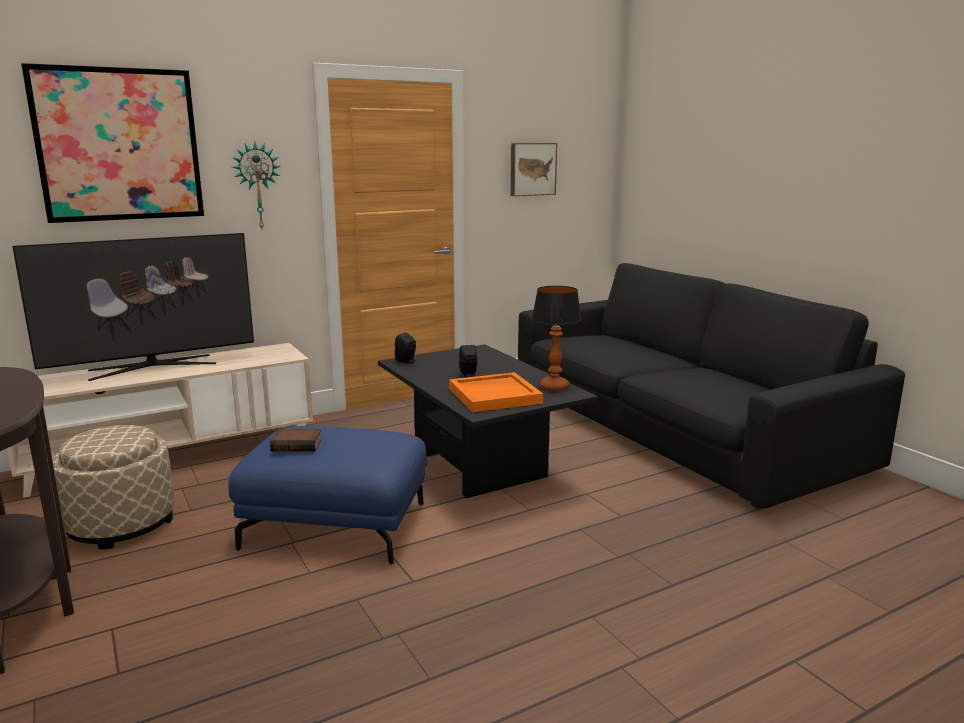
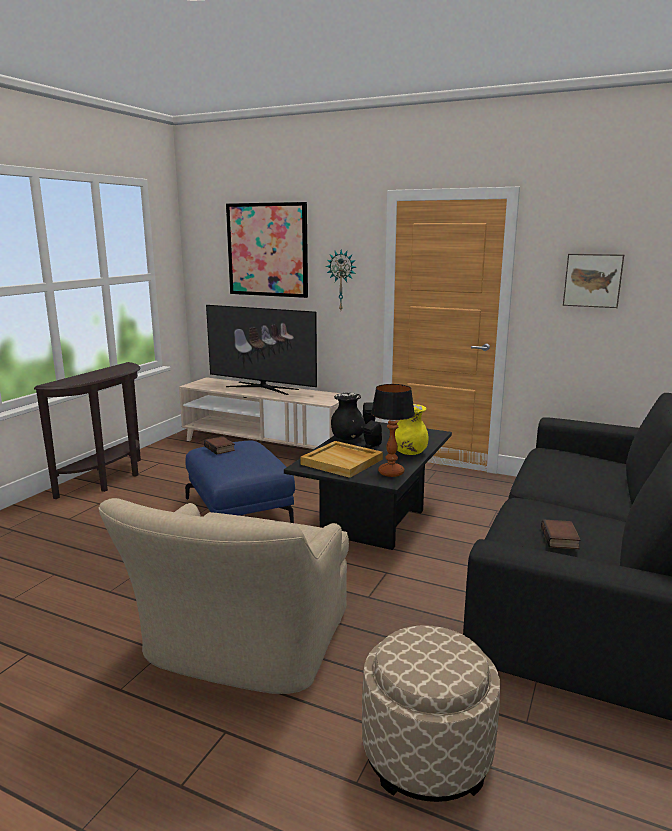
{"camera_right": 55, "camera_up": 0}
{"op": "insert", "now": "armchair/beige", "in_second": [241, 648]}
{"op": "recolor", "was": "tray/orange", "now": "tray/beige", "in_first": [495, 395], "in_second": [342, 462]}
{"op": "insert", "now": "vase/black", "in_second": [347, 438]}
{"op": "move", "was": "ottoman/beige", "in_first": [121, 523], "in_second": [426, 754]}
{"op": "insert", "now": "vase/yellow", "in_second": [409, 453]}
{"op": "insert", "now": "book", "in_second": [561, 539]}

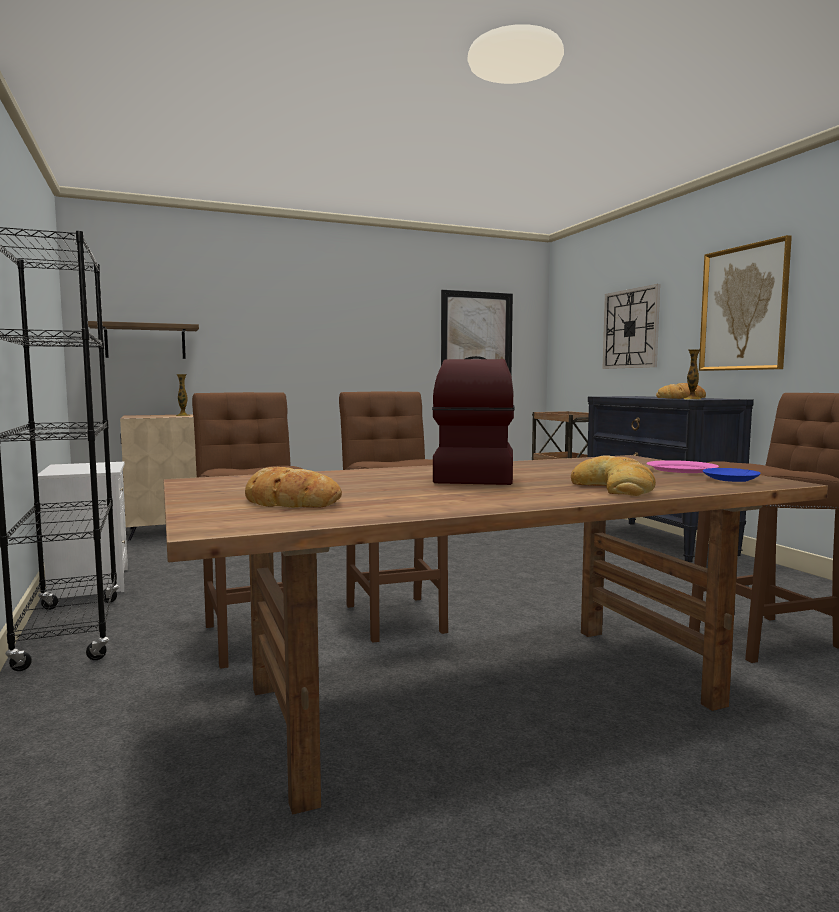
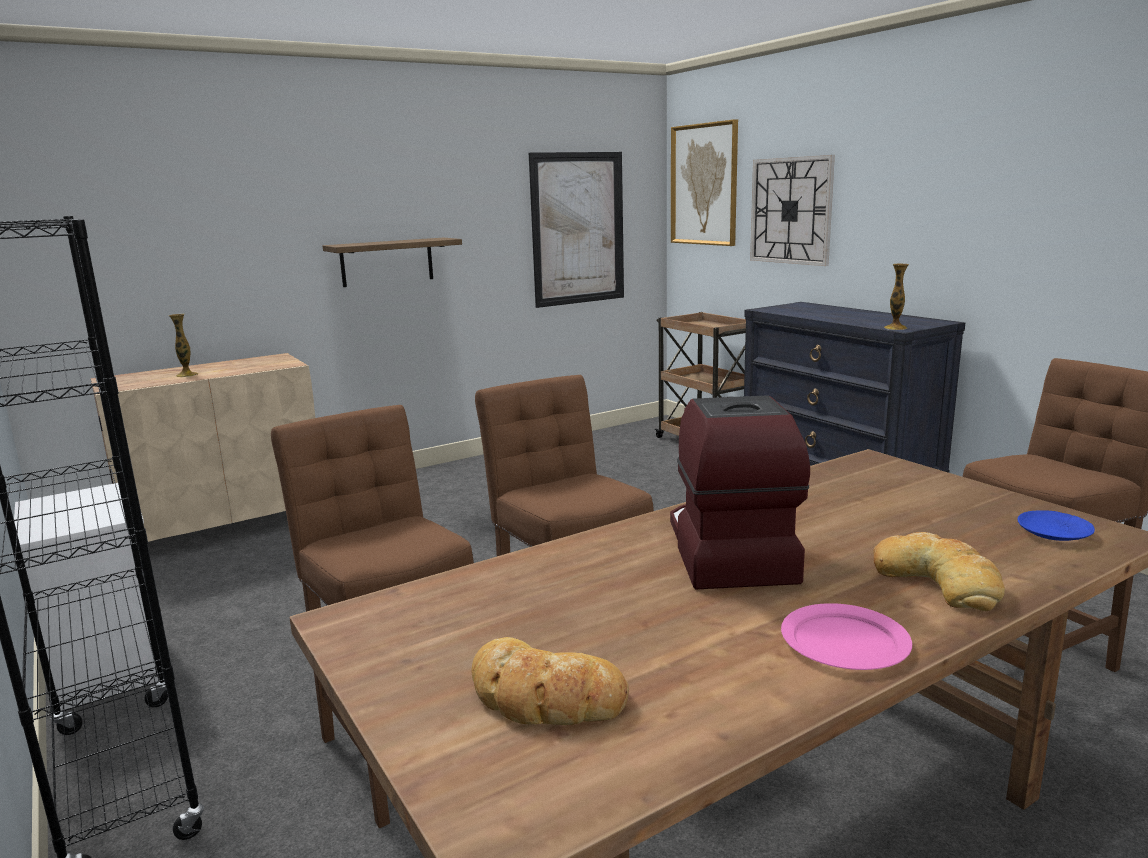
{"camera_right": -10, "camera_up": 10}
{"op": "move", "was": "shelf", "in_first": [145, 341], "in_second": [387, 262]}
{"op": "move", "was": "picture", "in_first": [743, 308], "in_second": [704, 184]}
{"op": "move", "was": "plate/pink", "in_first": [682, 469], "in_second": [845, 642]}
{"op": "delete", "was": "bread", "in_first": [682, 398]}

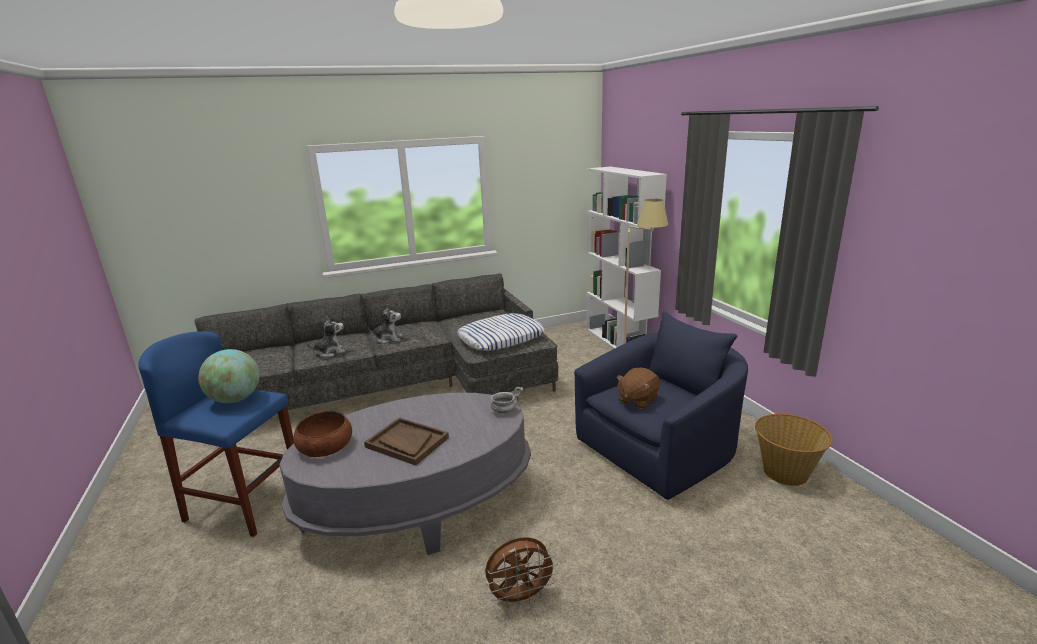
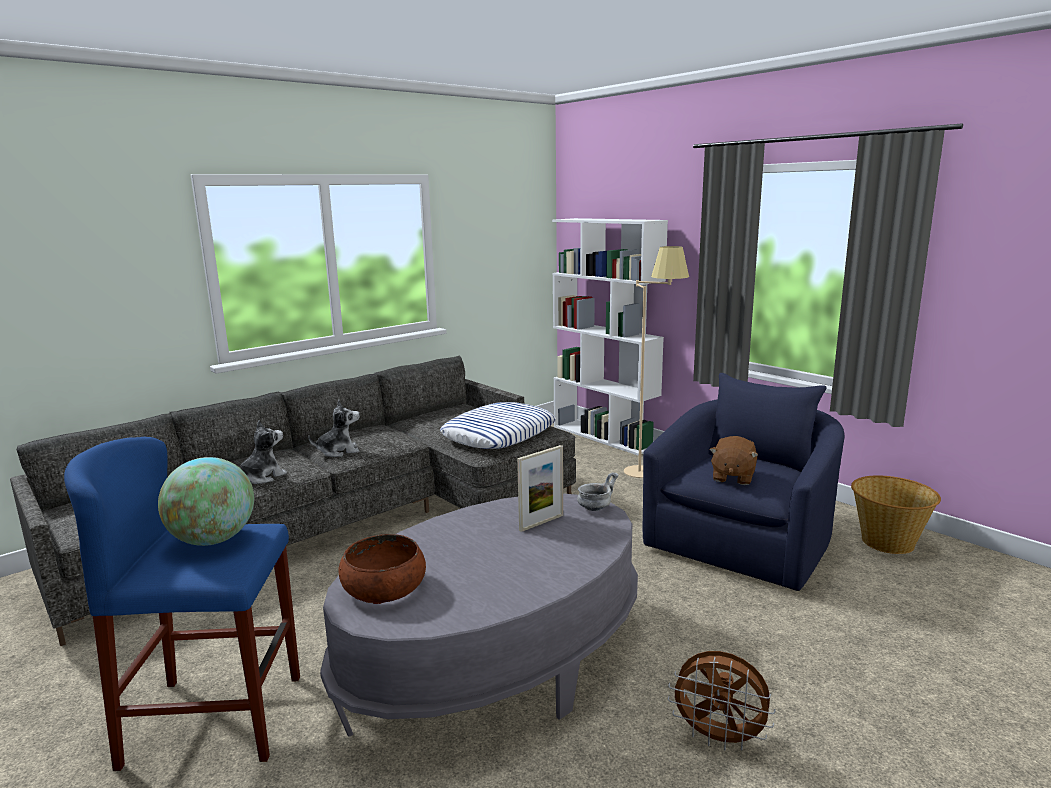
{"camera_right": -20, "camera_up": -5}
{"op": "insert", "now": "picture frame", "in_second": [541, 522]}
{"op": "rotate", "was": "fan/brown", "in_first": [520, 597], "in_second": [719, 738], "clockwise": 60}
{"op": "delete", "was": "tray/brown", "in_first": [407, 442]}

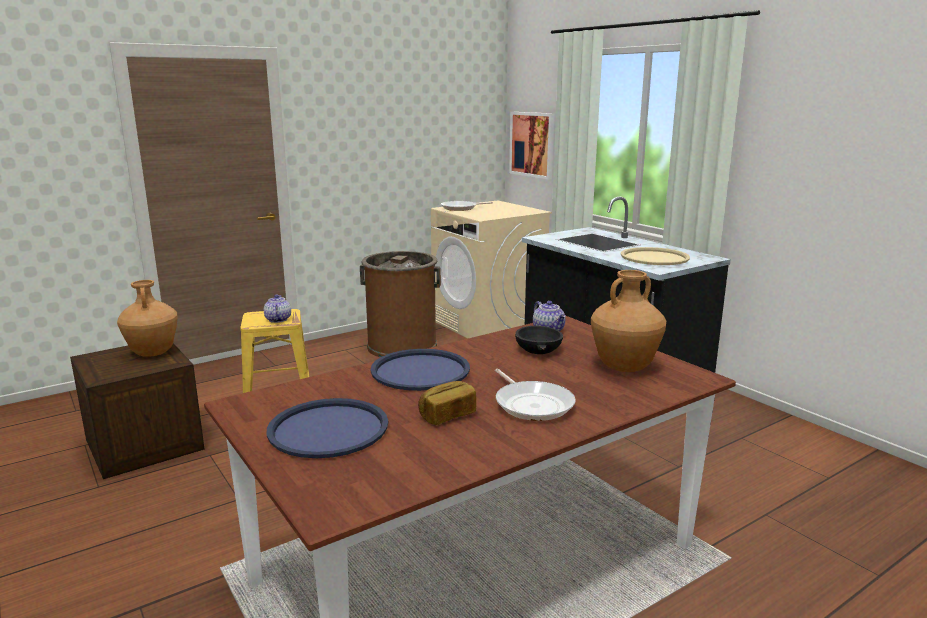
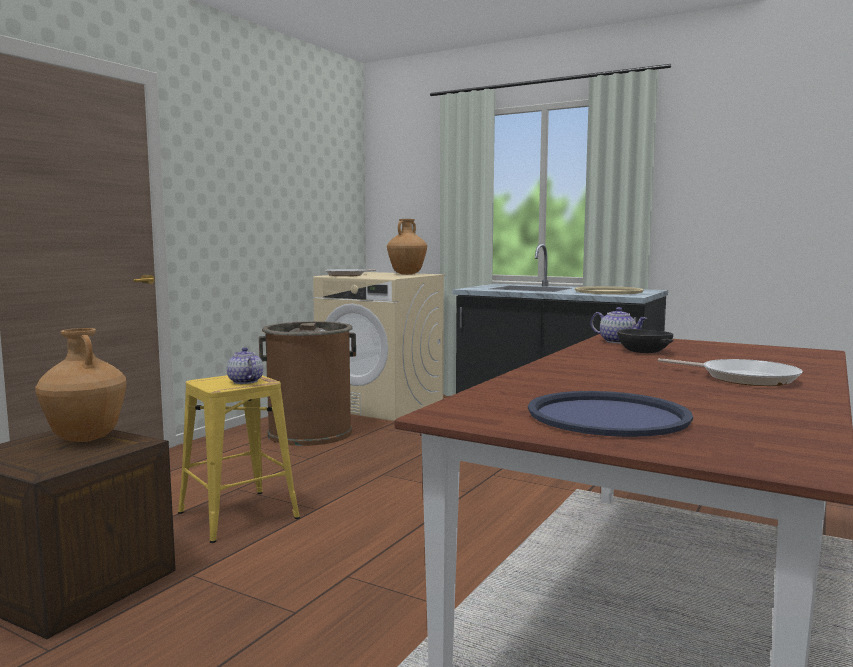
{"camera_right": -25, "camera_up": -10}
{"op": "move", "was": "vase/brown", "in_first": [625, 367], "in_second": [407, 274]}
{"op": "delete", "was": "tray/blue", "in_first": [420, 371]}
{"op": "delete", "was": "bread", "in_first": [447, 415]}
{"op": "delete", "was": "picture", "in_first": [532, 144]}

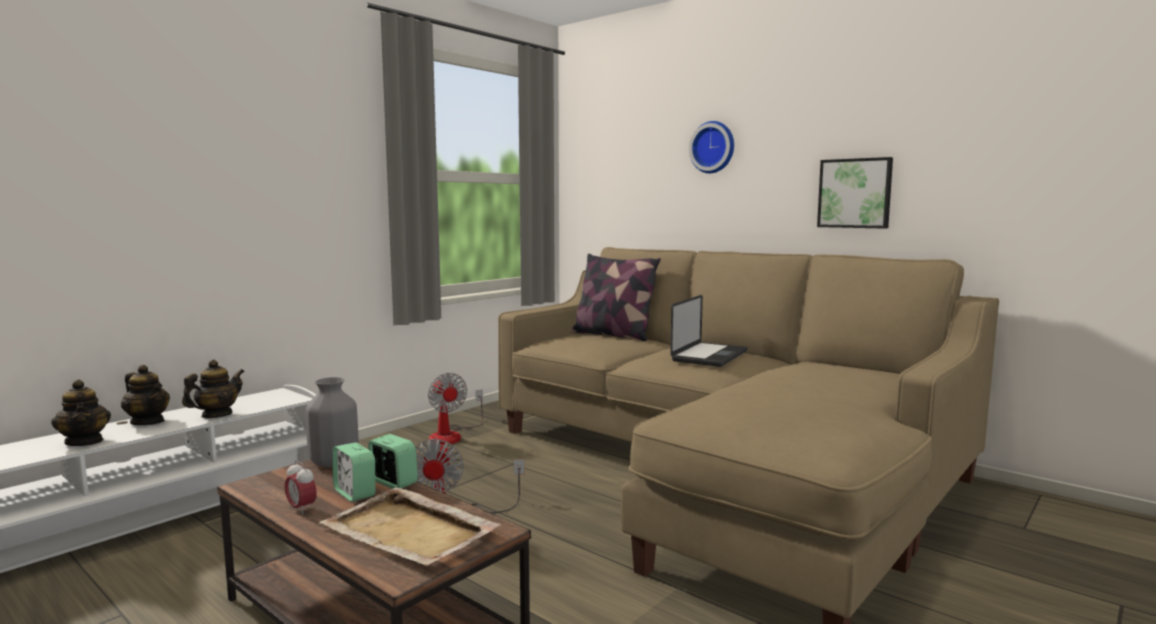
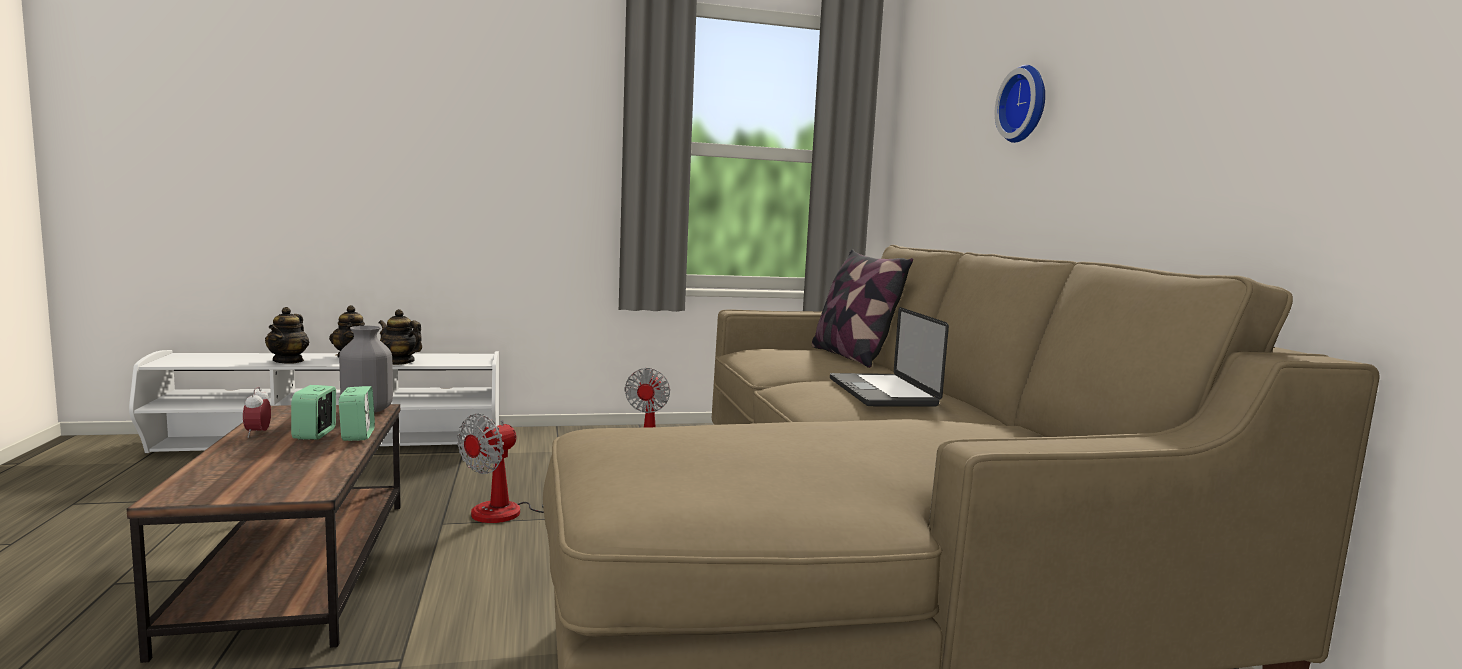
{"camera_right": 35, "camera_up": 0}
{"op": "rotate", "was": "teapot", "in_first": [216, 415], "in_second": [400, 362], "clockwise": -135}
{"op": "rotate", "was": "laptop", "in_first": [710, 356], "in_second": [882, 392], "clockwise": 105}
{"op": "delete", "was": "tray/beige", "in_first": [410, 531]}
{"op": "delete", "was": "picture", "in_first": [855, 193]}

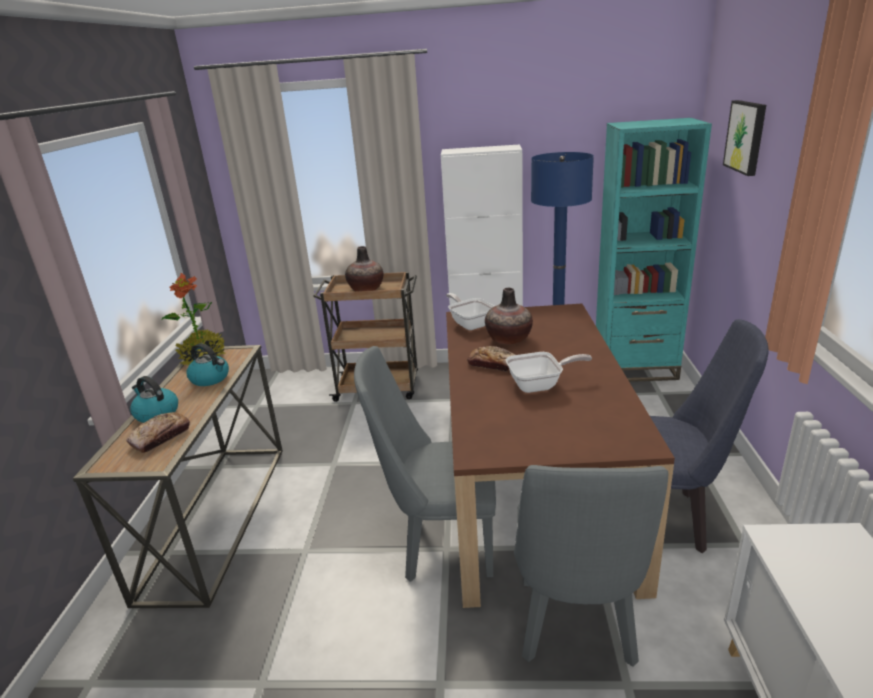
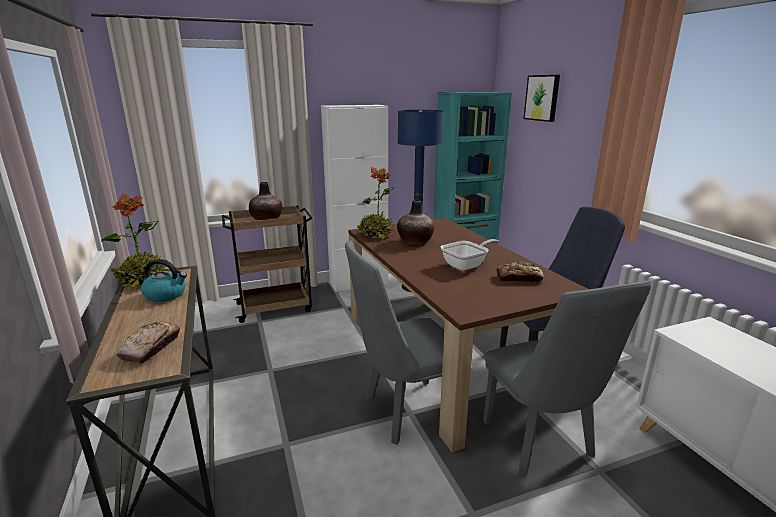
{"camera_right": -25, "camera_up": -5}
{"op": "replace", "was": "frying pan", "now": "potted plant", "in_first": [470, 323], "in_second": [375, 235]}
{"op": "move", "was": "bread", "in_first": [493, 364], "in_second": [519, 278]}
{"op": "delete", "was": "kettle", "in_first": [156, 414]}

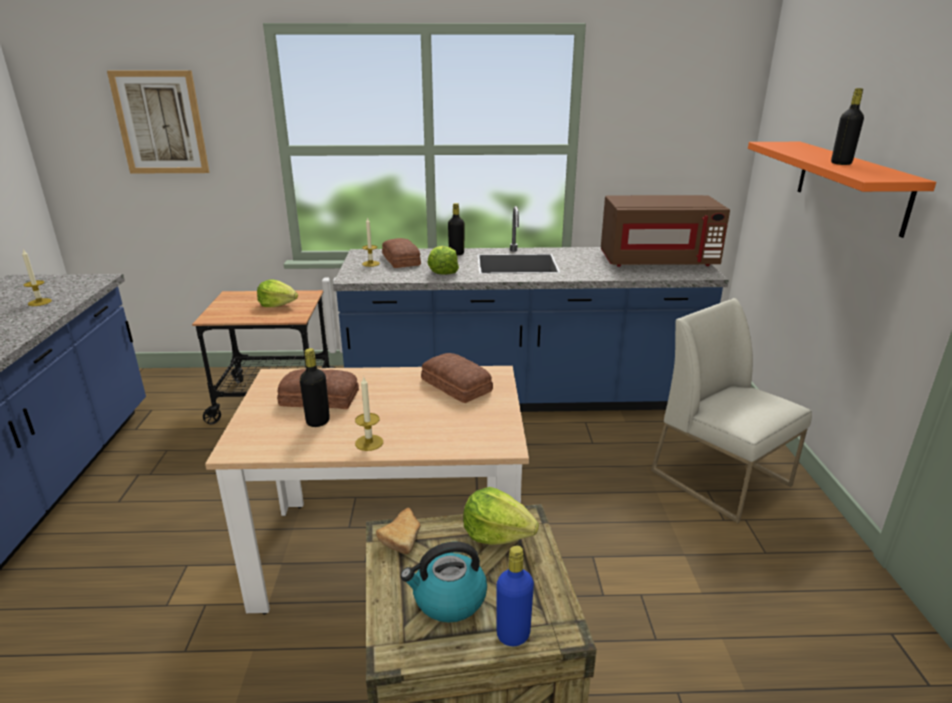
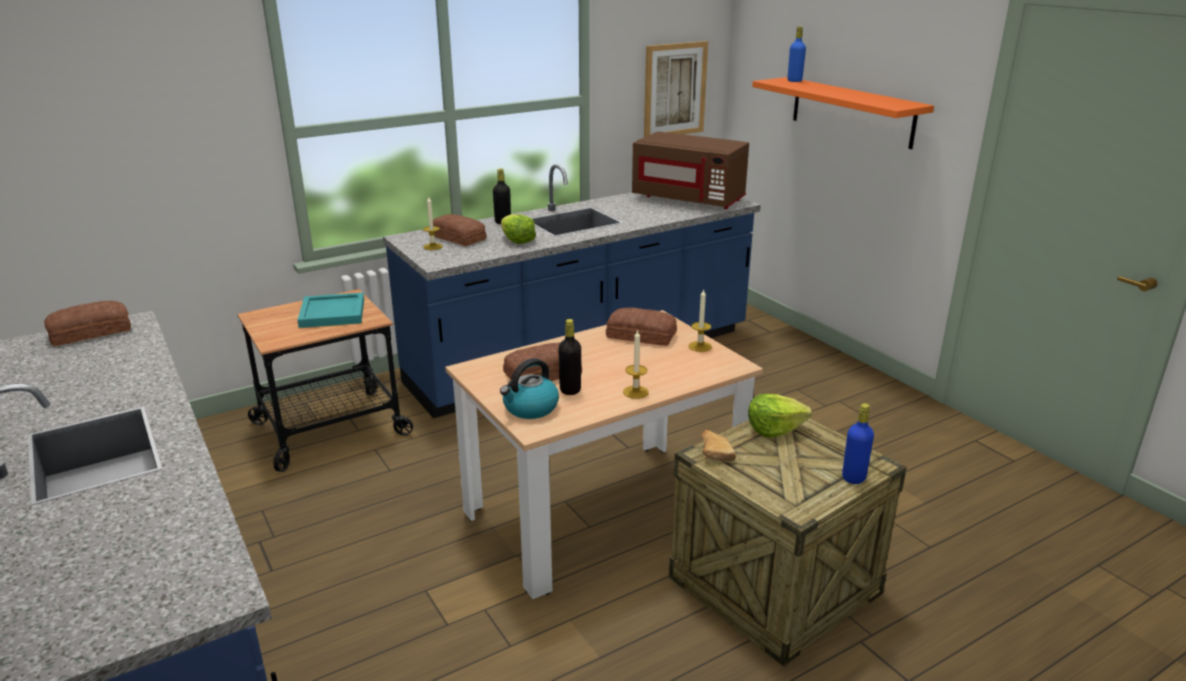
{"camera_right": -30, "camera_up": 0}
{"op": "insert", "now": "bread", "in_second": [89, 332]}
{"op": "replace", "was": "lettuce", "now": "tray/turquoise", "in_first": [278, 304], "in_second": [331, 313]}
{"op": "move", "was": "kettle", "in_first": [448, 599], "in_second": [530, 408]}
{"op": "rotate", "was": "microwave/brown", "in_first": [657, 262], "in_second": [689, 199], "clockwise": 60}
{"op": "move", "was": "picture", "in_first": [160, 123], "in_second": [675, 90]}
{"op": "move", "was": "candle", "in_first": [39, 302], "in_second": [700, 346]}
{"op": "insert", "now": "bottle/blue", "in_second": [794, 81]}
{"op": "delete", "was": "chair/white", "in_first": [722, 478]}
{"op": "delete", "was": "bottle/black", "in_first": [841, 163]}

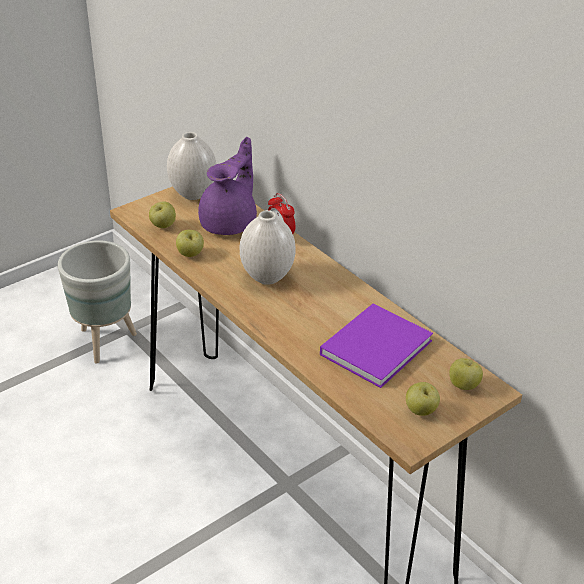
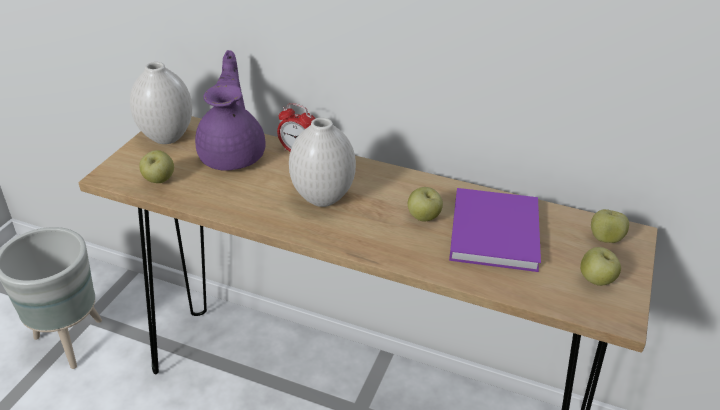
{"camera_right": -30, "camera_up": 0}
{"op": "move", "was": "apple", "in_first": [190, 254], "in_second": [423, 217]}

